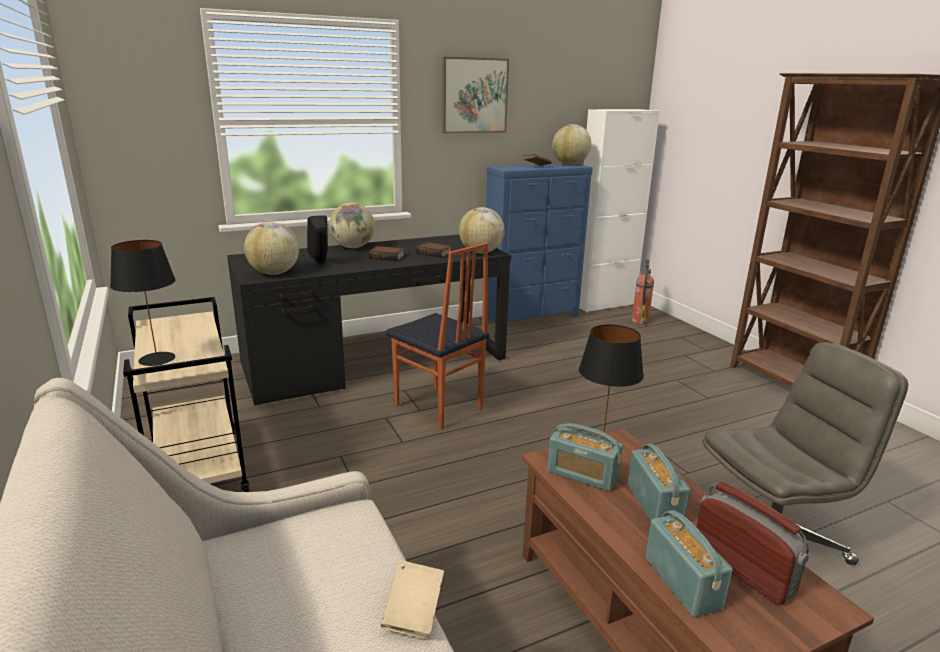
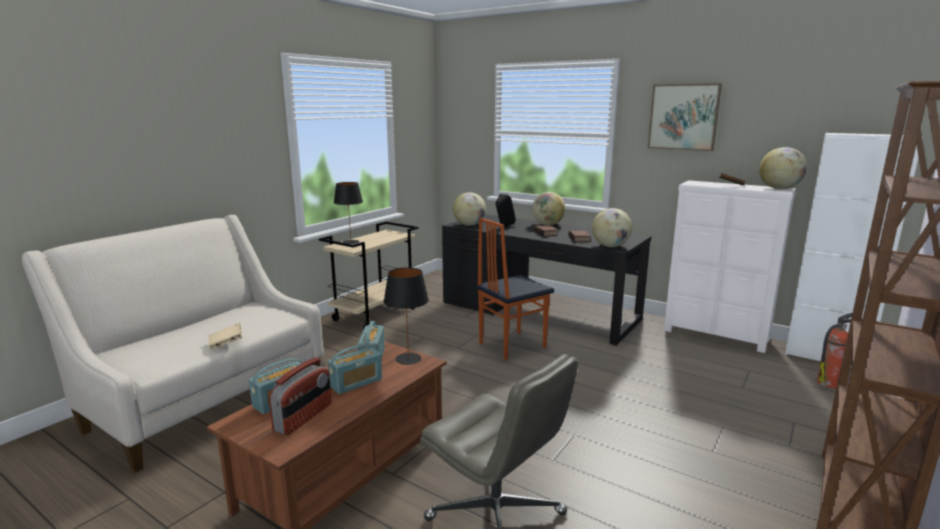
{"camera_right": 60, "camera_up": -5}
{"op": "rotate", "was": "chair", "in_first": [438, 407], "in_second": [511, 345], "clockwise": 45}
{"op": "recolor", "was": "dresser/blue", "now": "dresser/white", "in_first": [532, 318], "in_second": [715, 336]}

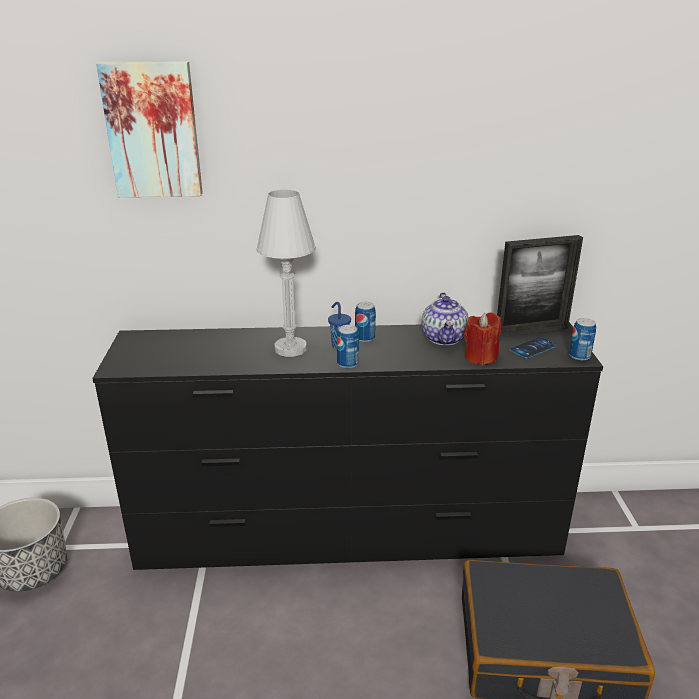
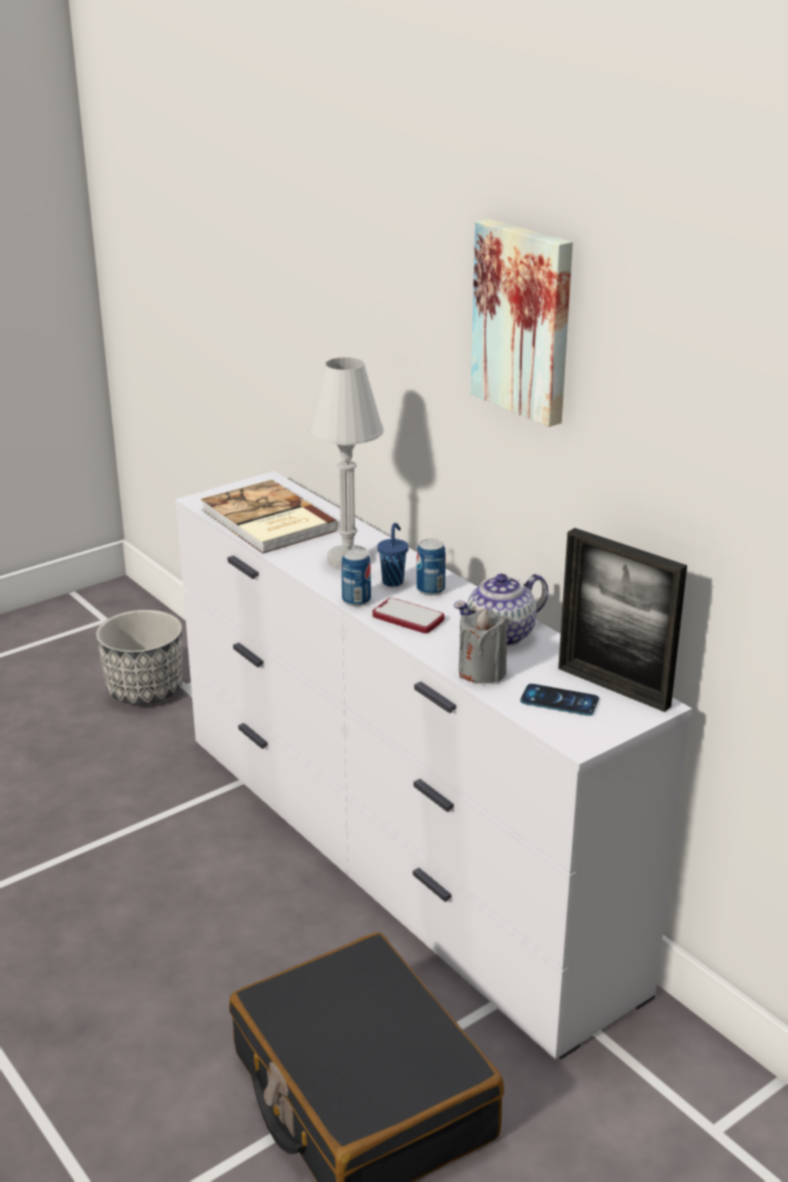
{"camera_right": 55, "camera_up": 0}
{"op": "recolor", "was": "dresser/black", "now": "dresser/white", "in_first": [350, 534], "in_second": [395, 856]}
{"op": "insert", "now": "book", "in_second": [267, 521]}
{"op": "insert", "now": "phone", "in_second": [408, 618]}
{"op": "recolor", "was": "candle/red", "now": "candle/grey", "in_first": [480, 357], "in_second": [482, 672]}
{"op": "move", "was": "picture", "in_first": [153, 130], "in_second": [525, 321]}
{"op": "delete", "was": "can", "in_first": [579, 356]}

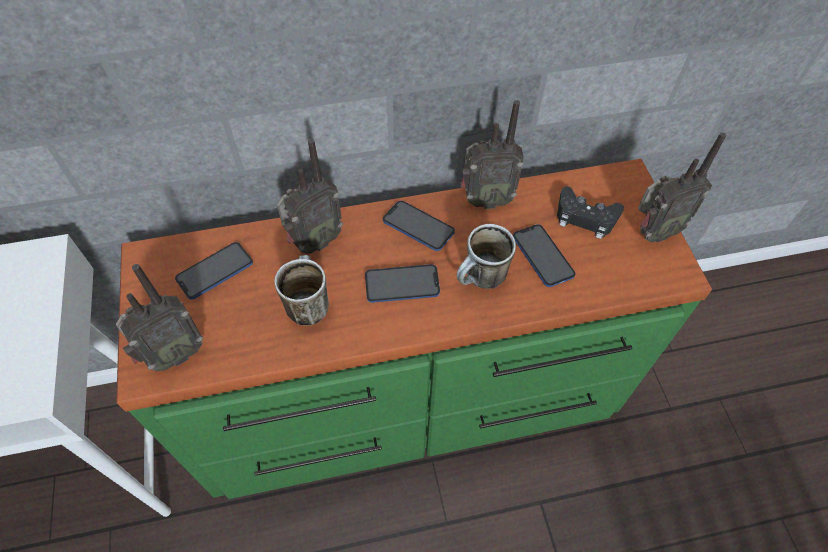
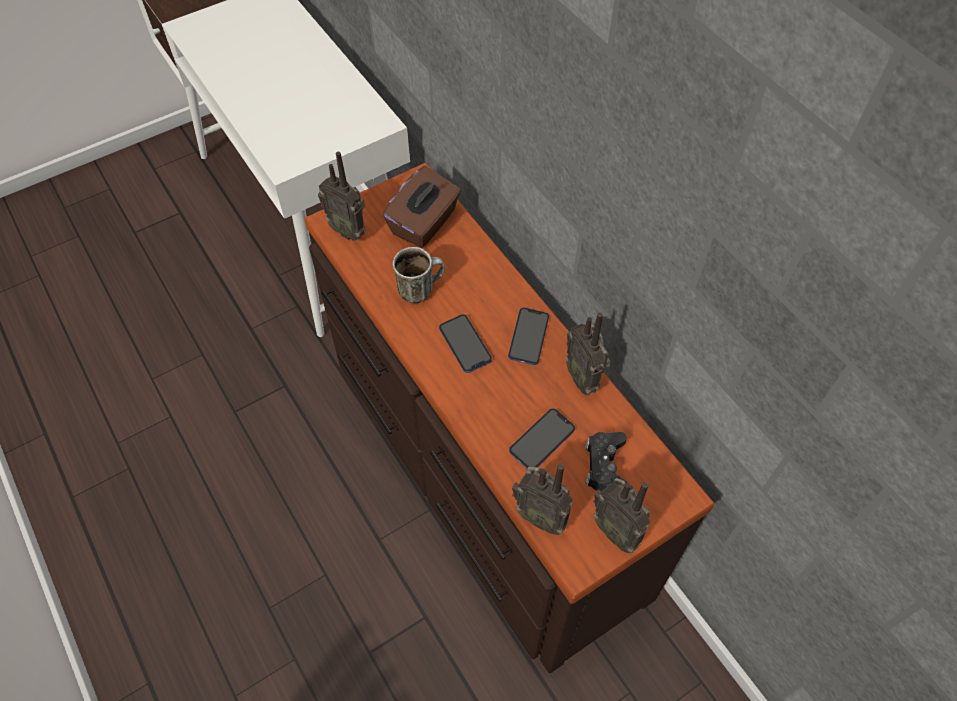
{"camera_right": 70, "camera_up": 0}
{"op": "recolor", "was": "dresser/green", "now": "dresser/brown", "in_first": [411, 398], "in_second": [481, 472]}
{"op": "replace", "was": "phone", "now": "tissue box/brown", "in_first": [215, 271], "in_second": [424, 223]}
{"op": "move", "was": "radio", "in_first": [314, 242], "in_second": [540, 516]}
{"op": "delete", "was": "mug", "in_first": [481, 281]}

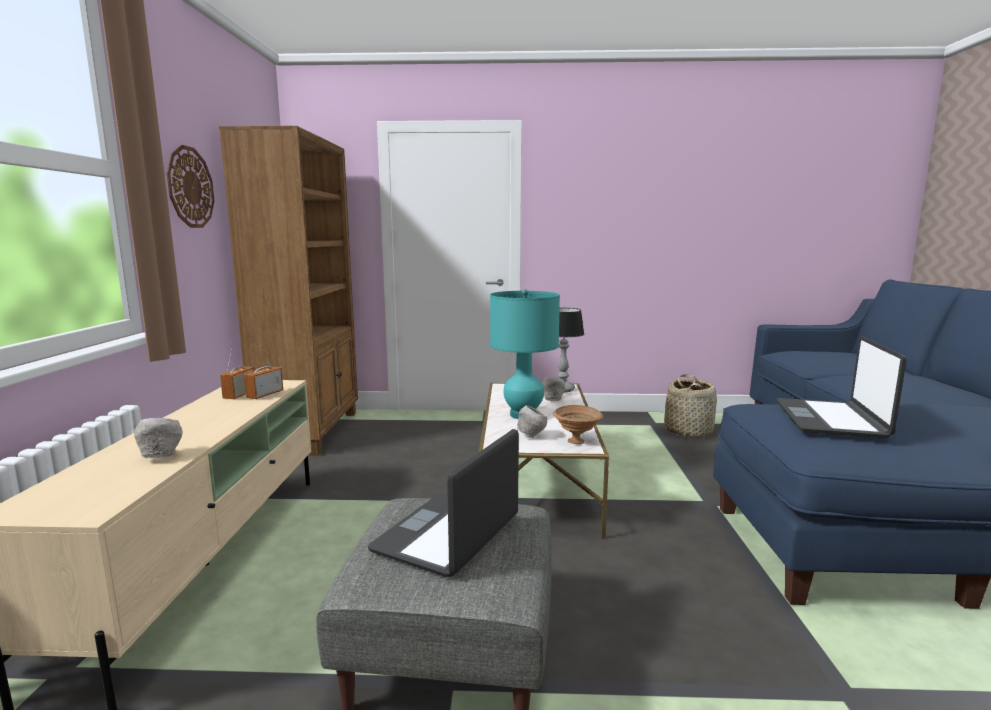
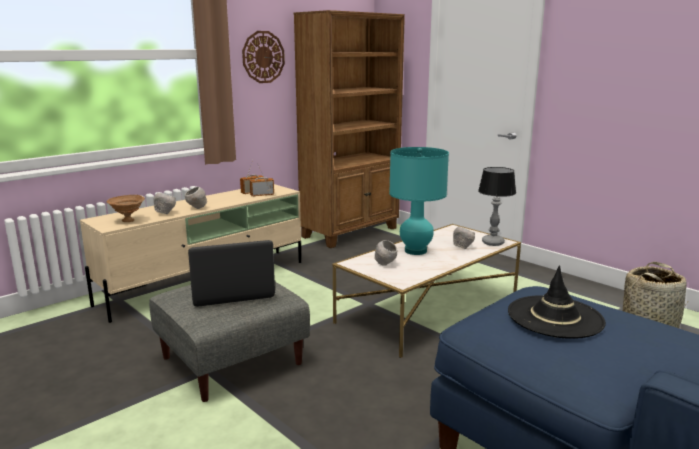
{"camera_right": 45, "camera_up": 5}
{"op": "move", "was": "bowl/brown", "in_first": [577, 441], "in_second": [128, 221]}
{"op": "insert", "now": "bowl/grey", "in_second": [197, 208]}
{"op": "replace", "was": "laptop", "now": "hat/black", "in_first": [831, 419], "in_second": [555, 317]}

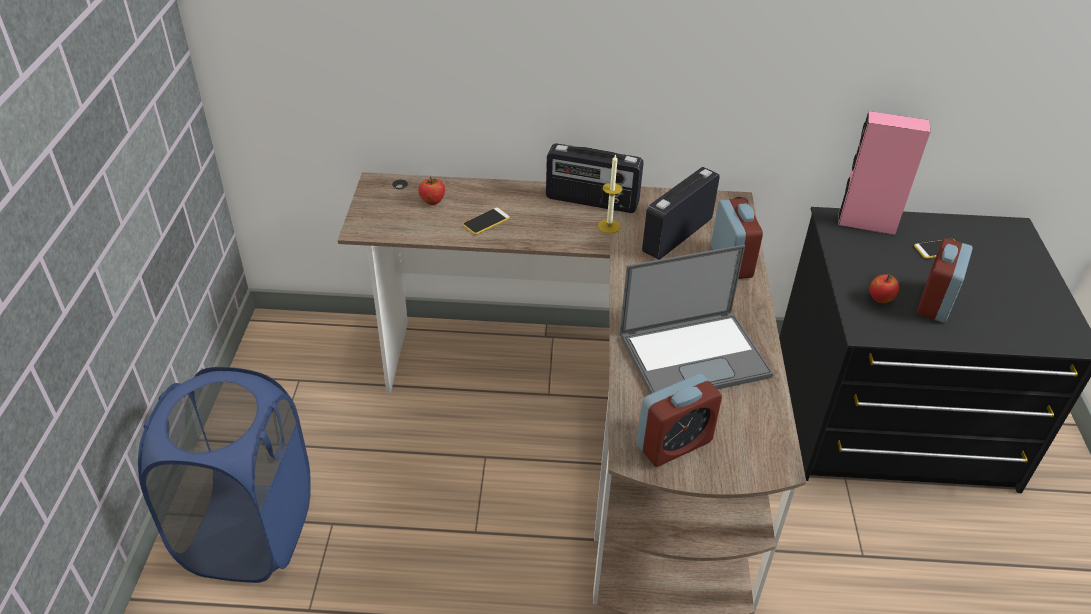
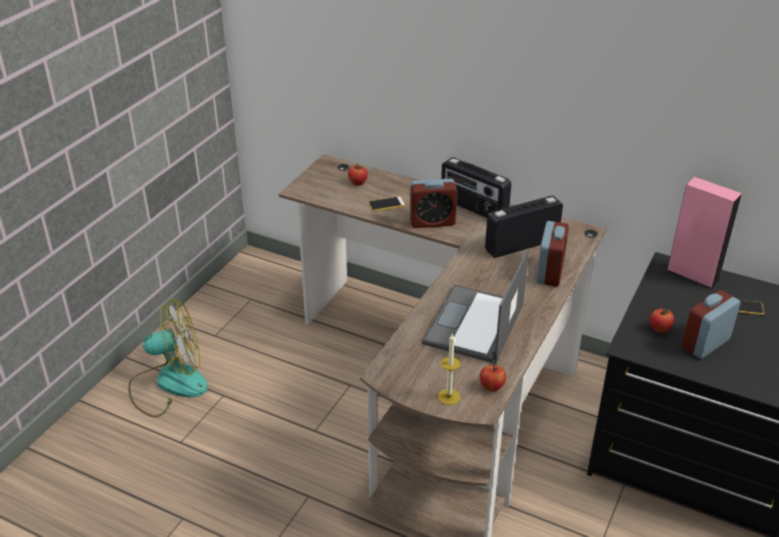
{"camera_right": 25, "camera_up": -5}
{"op": "replace", "was": "laundry basket/blue", "now": "fan", "in_first": [249, 532], "in_second": [168, 384]}
{"op": "move", "was": "alarm clock", "in_first": [674, 444], "in_second": [432, 221]}
{"op": "rotate", "was": "laptop", "in_first": [695, 354], "in_second": [474, 325], "clockwise": 105}
{"op": "move", "was": "candle", "in_first": [609, 226], "in_second": [449, 397]}
{"op": "insert", "now": "apple", "in_second": [491, 387]}

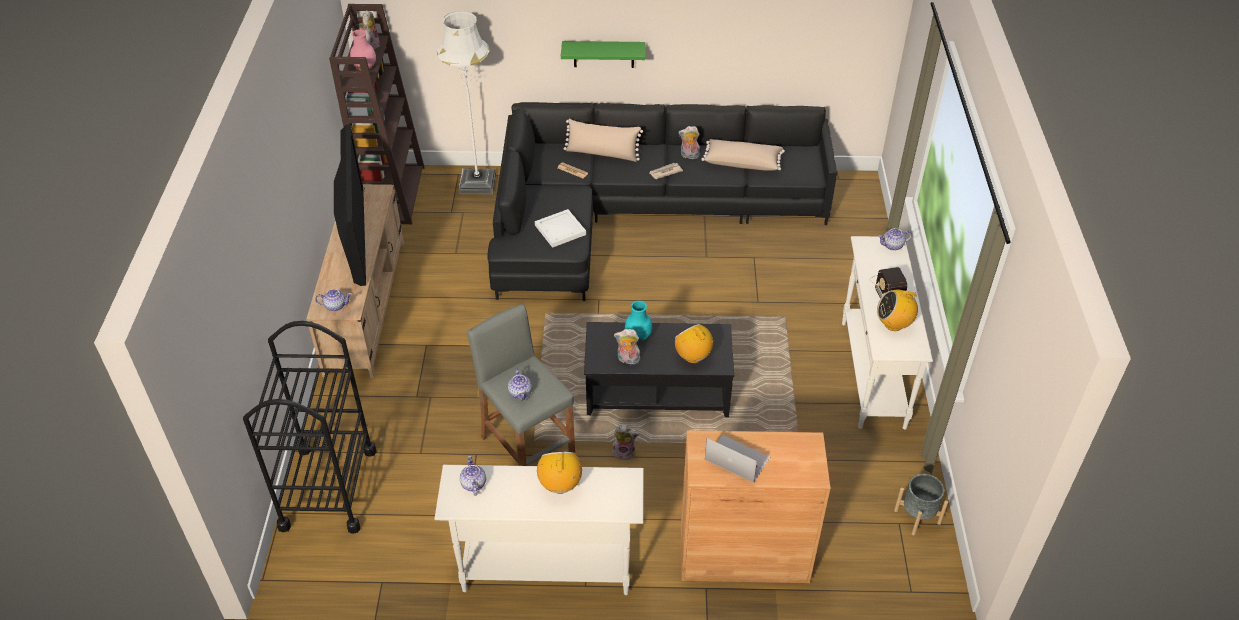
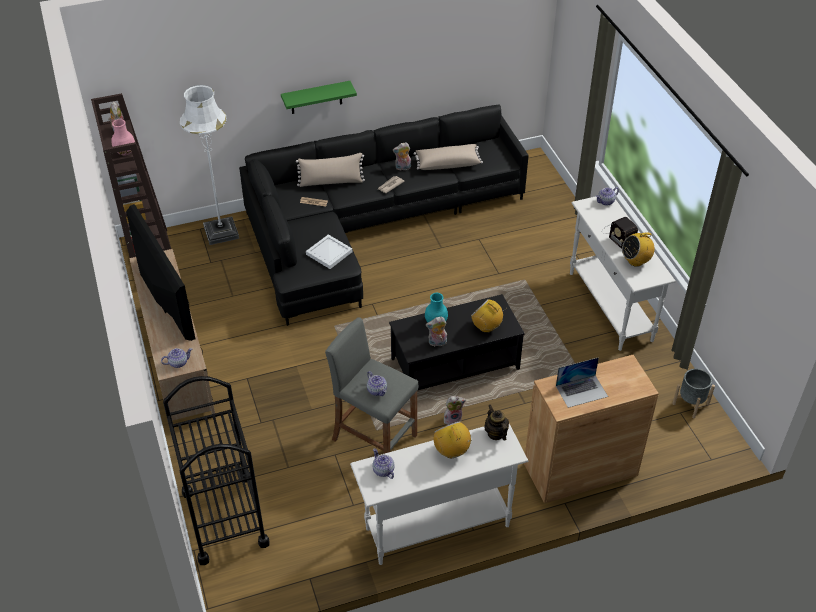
{"camera_right": -20, "camera_up": 0}
{"op": "insert", "now": "teapot", "in_second": [495, 433]}
{"op": "rotate", "was": "laptop", "in_first": [737, 458], "in_second": [581, 391], "clockwise": 150}

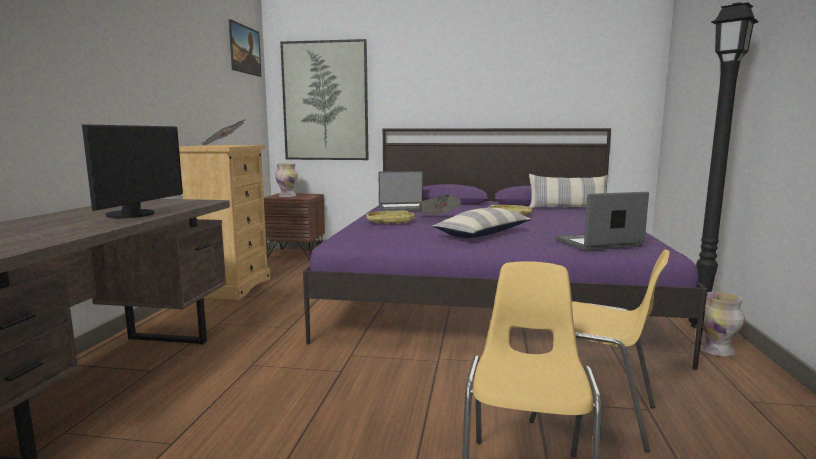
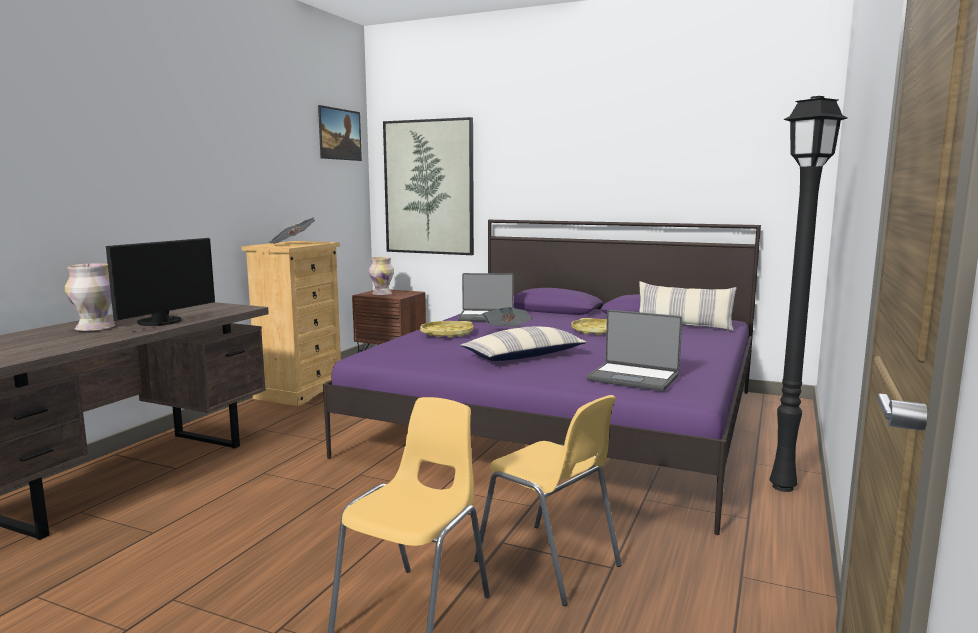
{"camera_right": 15, "camera_up": 0}
{"op": "move", "was": "vase", "in_first": [717, 351], "in_second": [94, 328]}
{"op": "rotate", "was": "laptop", "in_first": [599, 244], "in_second": [633, 378], "clockwise": -150}

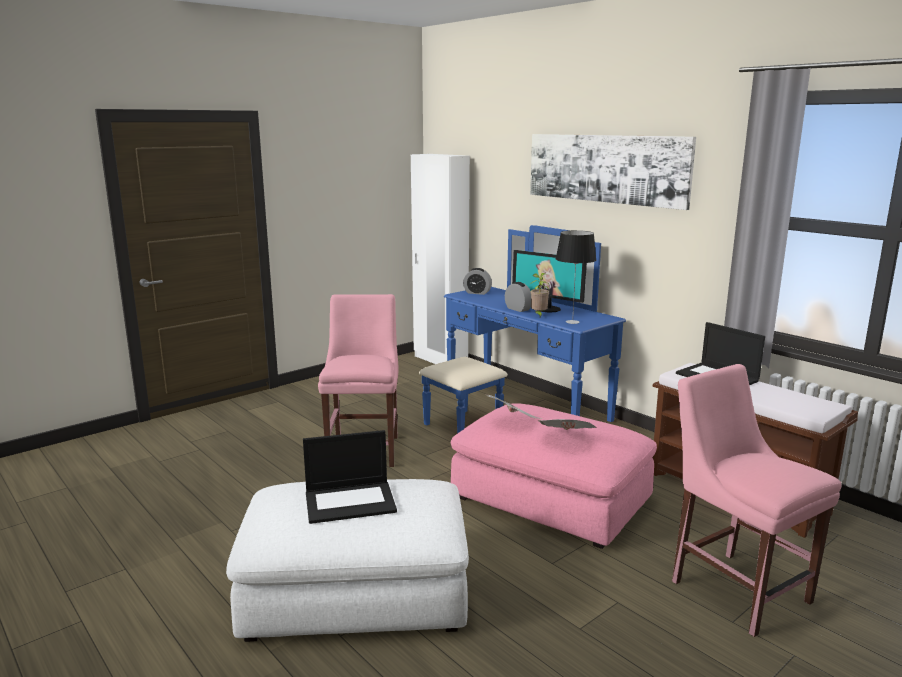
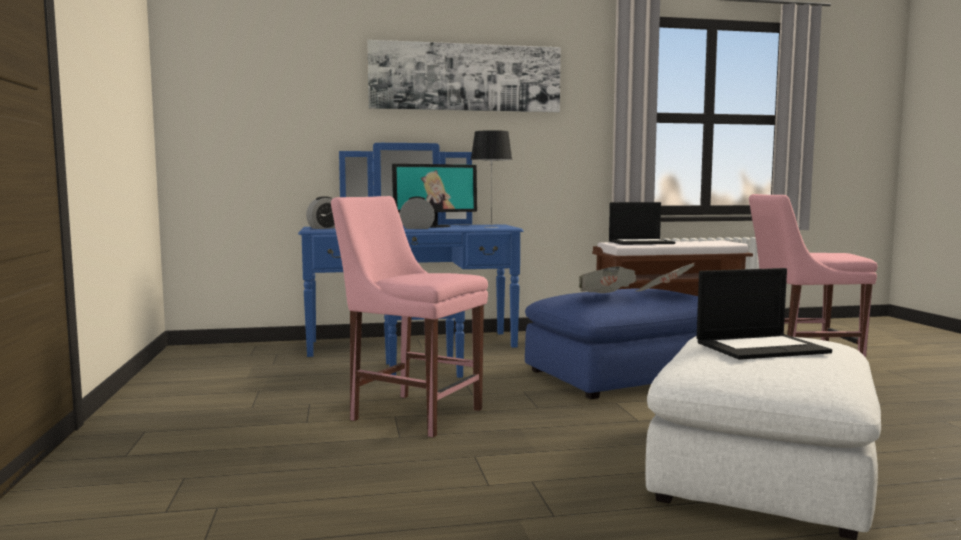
{"camera_right": -60, "camera_up": -10}
{"op": "recolor", "was": "ottoman/pink", "now": "ottoman/blue", "in_first": [551, 499], "in_second": [627, 374]}
{"op": "rotate", "was": "laptop", "in_first": [351, 501], "in_second": [761, 347], "clockwise": 60}
{"op": "delete", "was": "wardrobe/white", "in_first": [440, 361]}
{"op": "delete", "was": "potted plant", "in_first": [538, 315]}

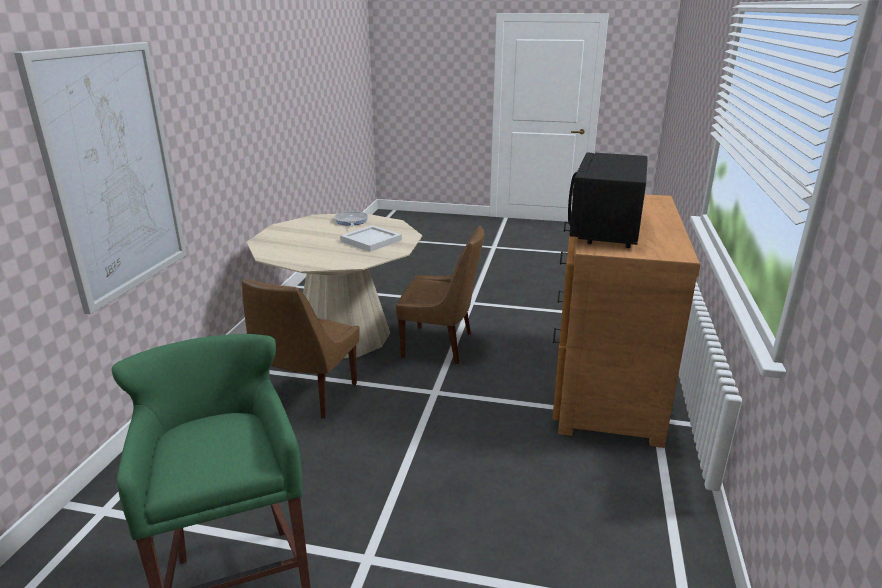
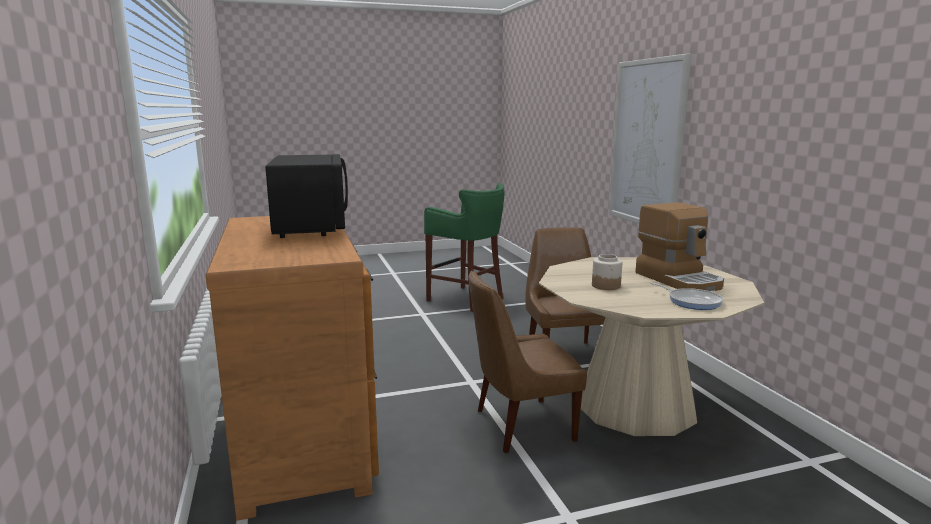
{"camera_right": 150, "camera_up": -10}
{"op": "replace", "was": "tray/white", "now": "jar", "in_first": [370, 241], "in_second": [606, 286]}
{"op": "insert", "now": "coffee machine", "in_second": [679, 280]}

